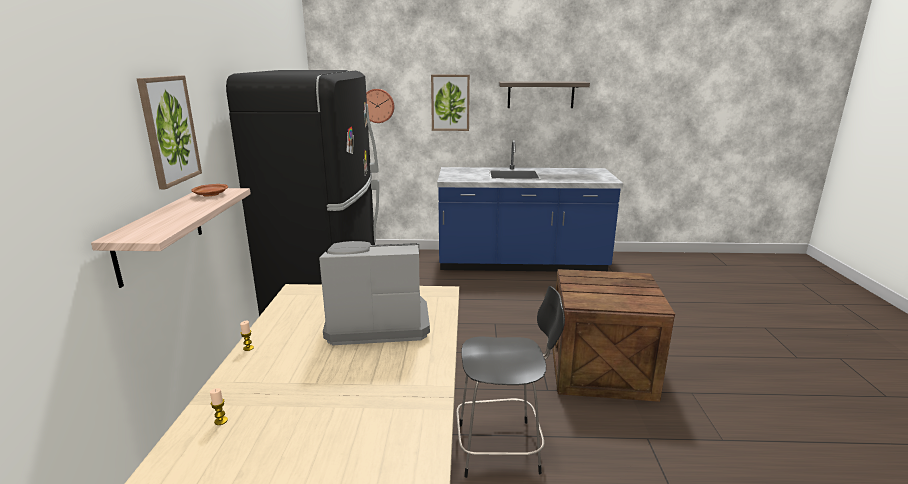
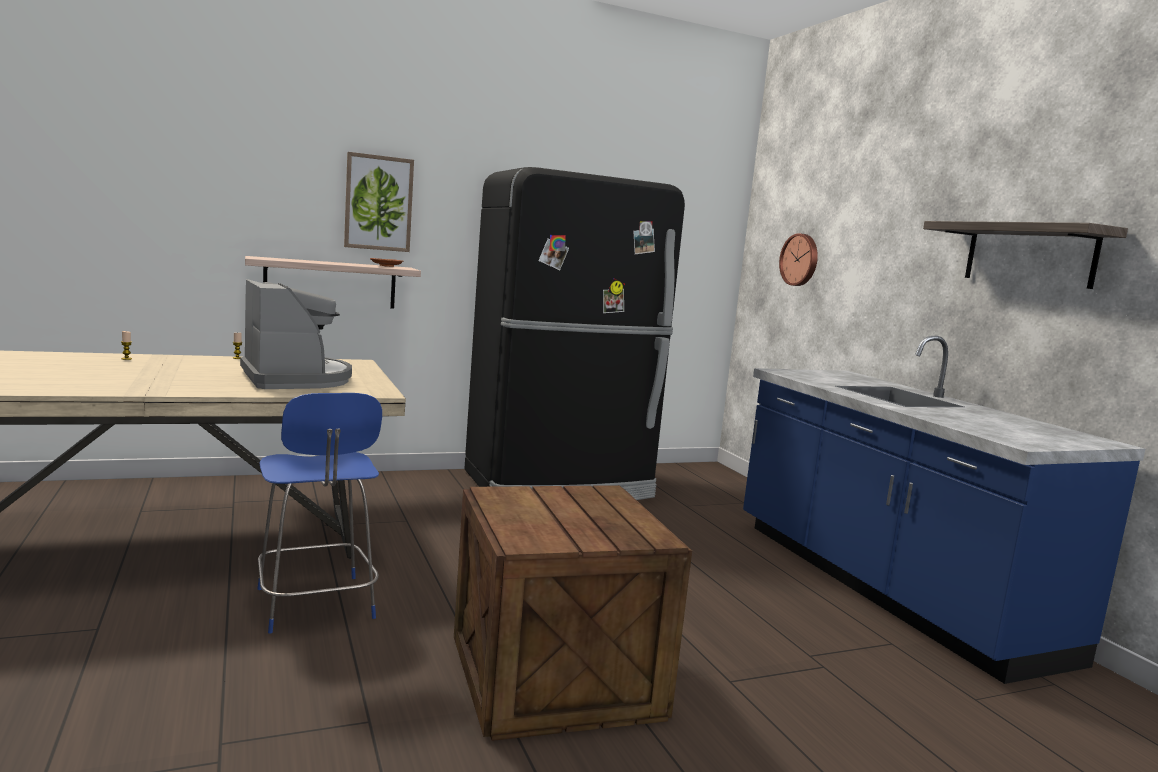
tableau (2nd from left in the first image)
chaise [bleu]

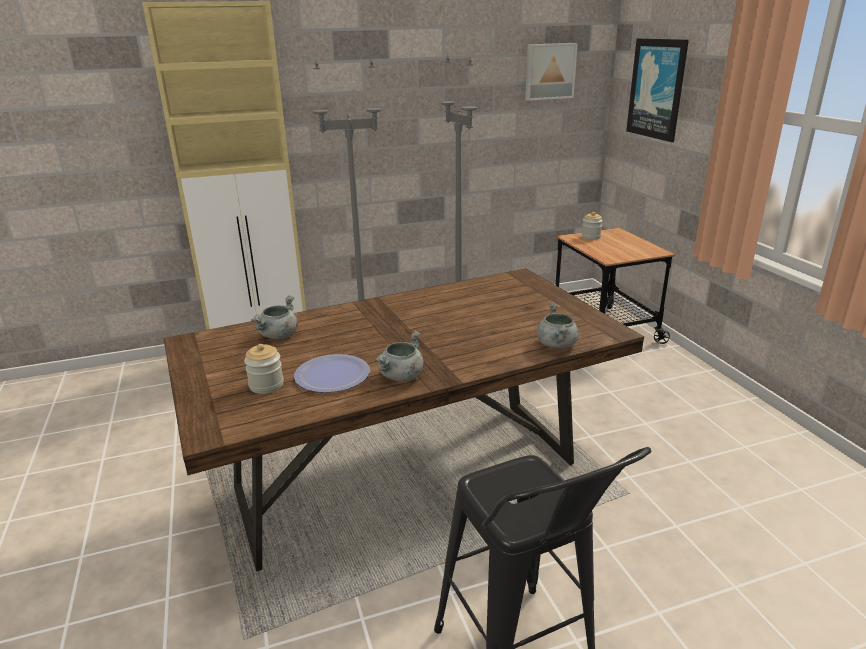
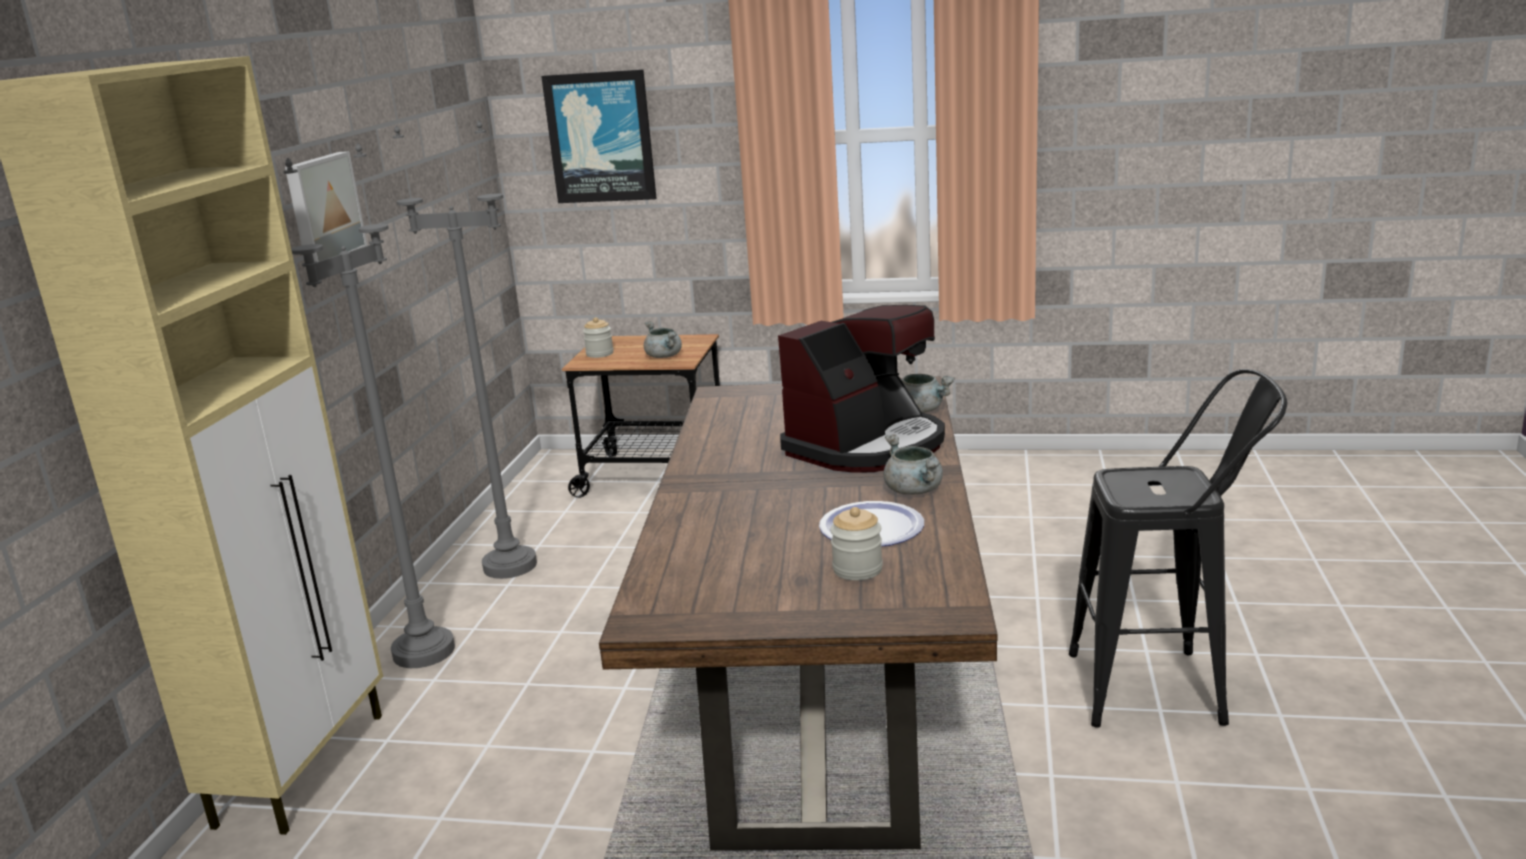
marmite [gris] (1st from left)
tableau (1st from left)
machine à café

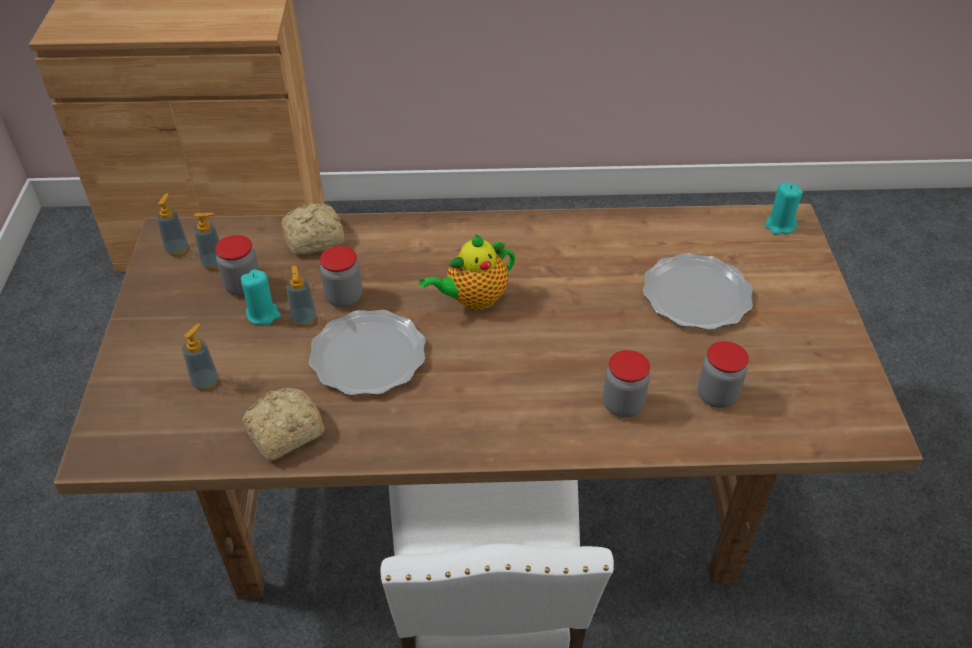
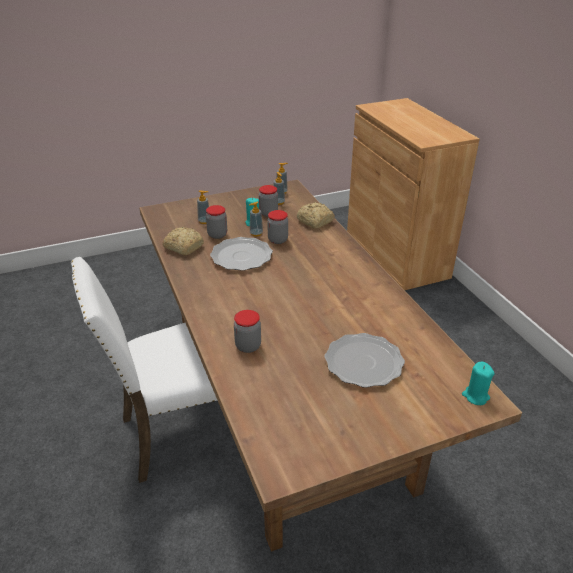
théière
bocal (1st from left)

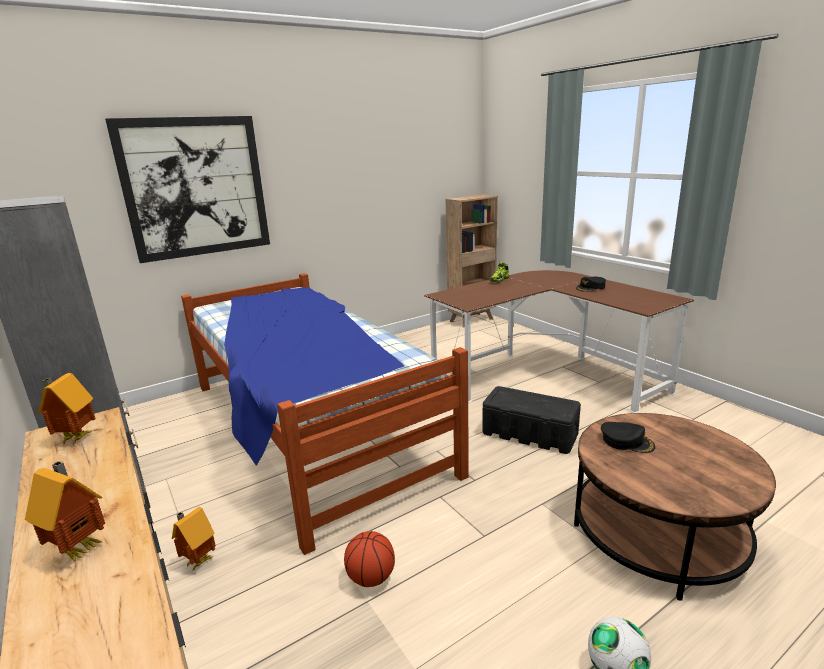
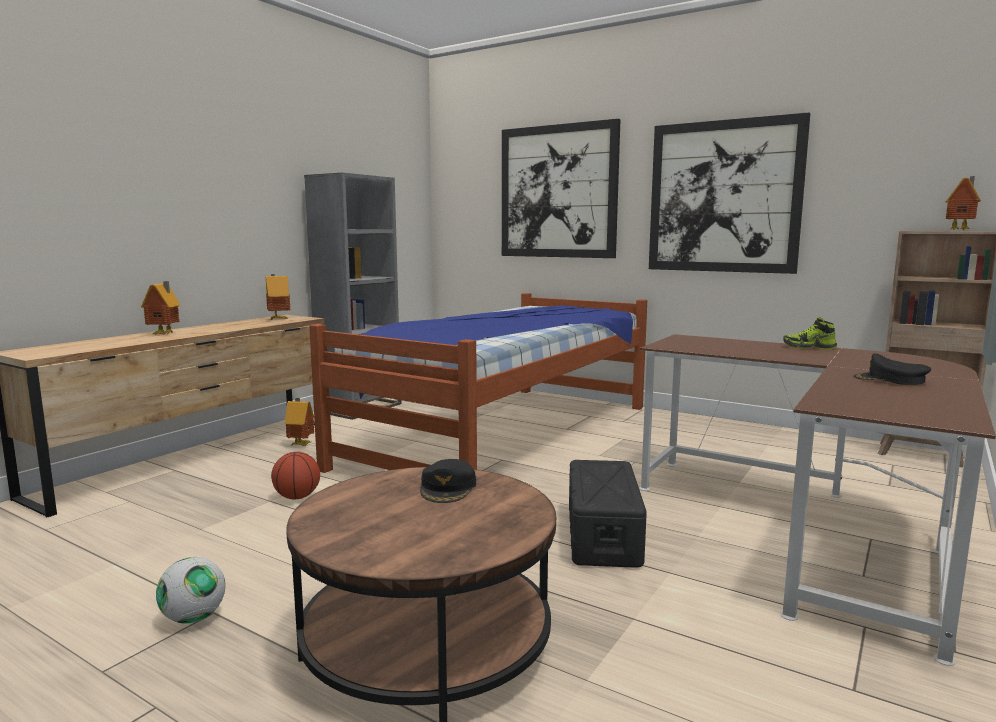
tableau (2nd from left)
maison miniature (4th from left)

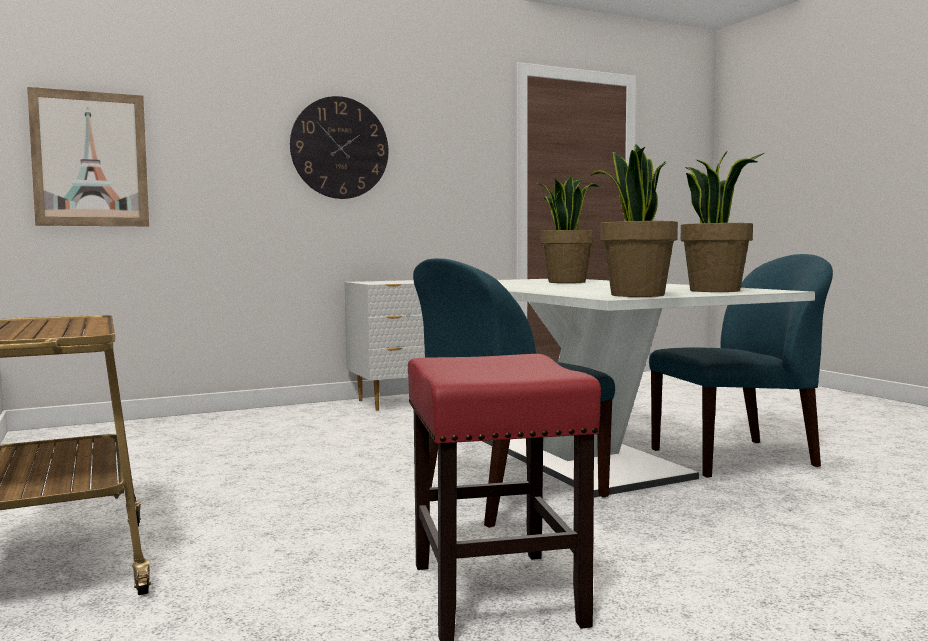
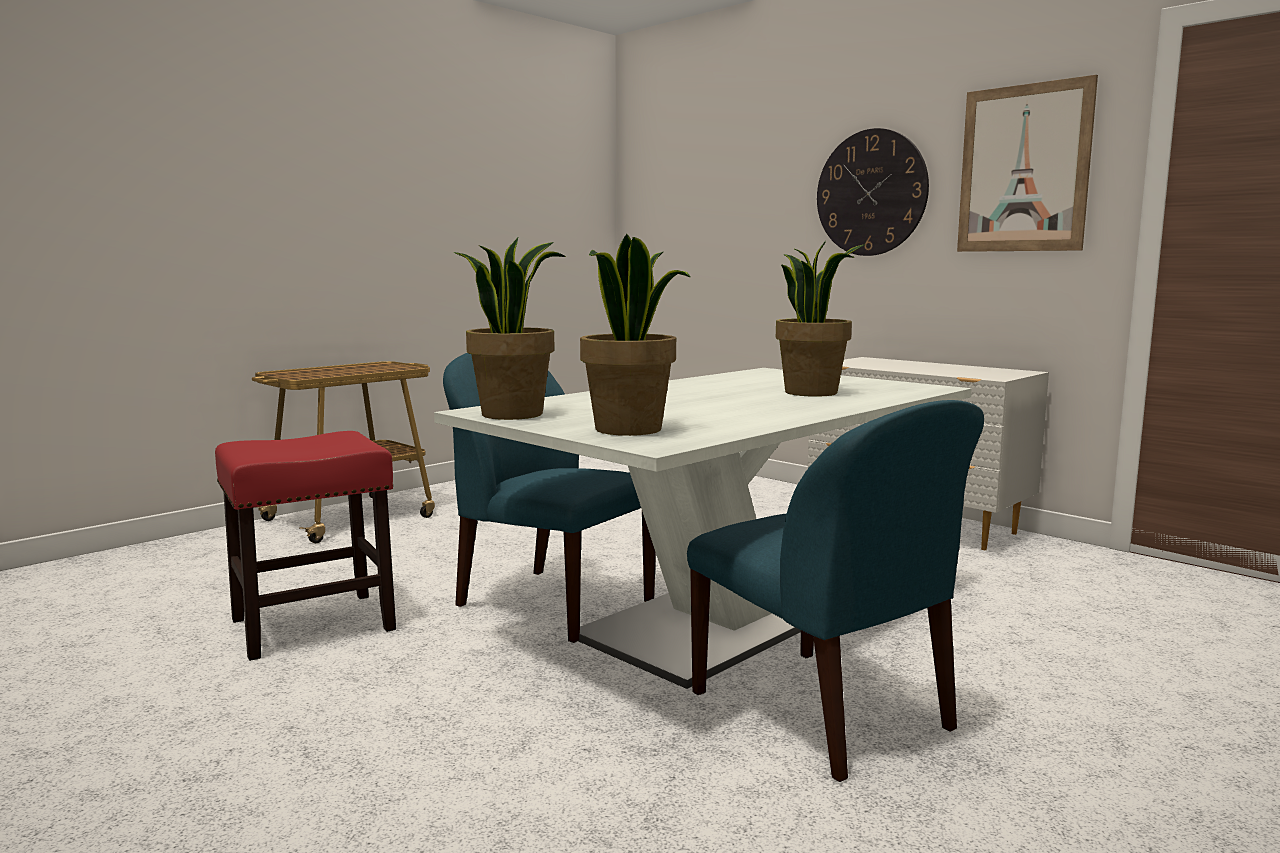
tableau

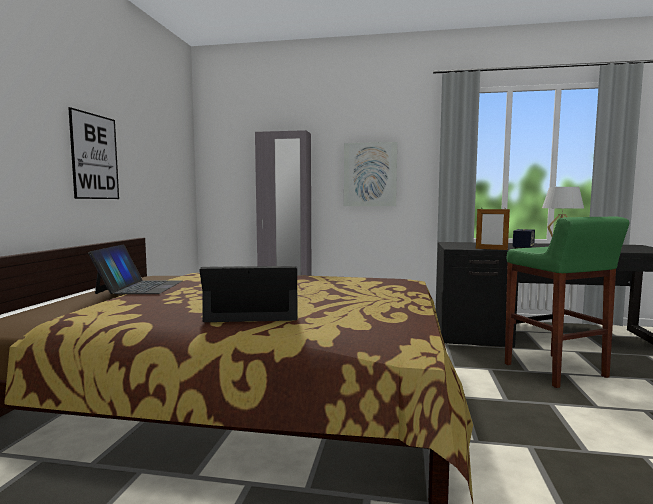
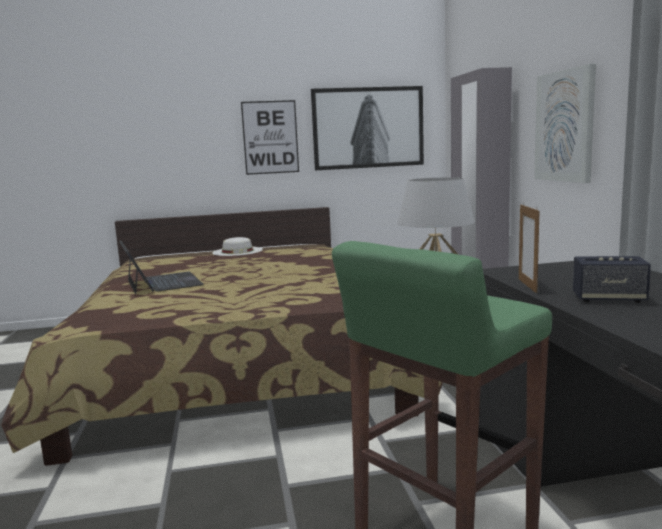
chapeau [blanc]
tableau (2nd from left)

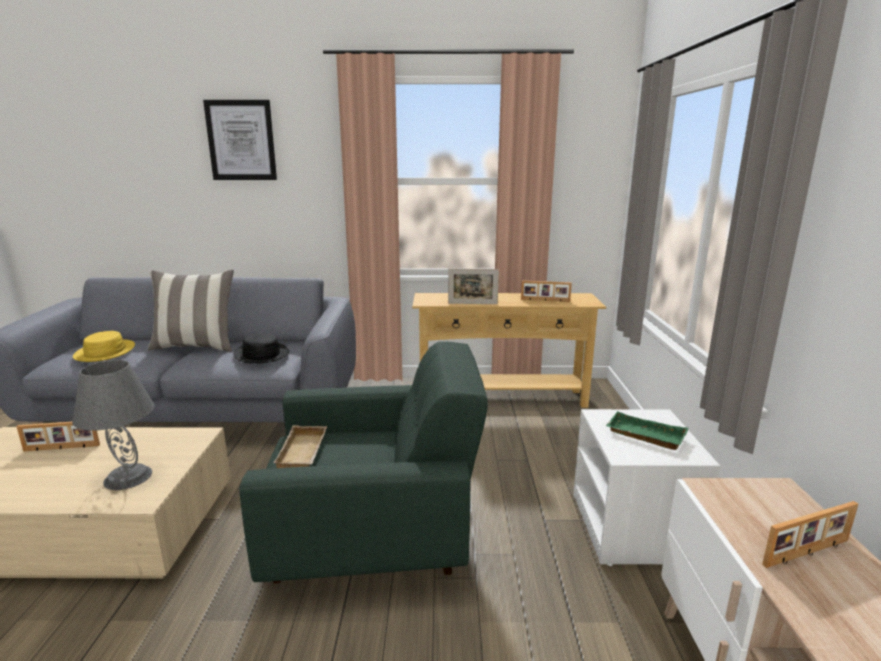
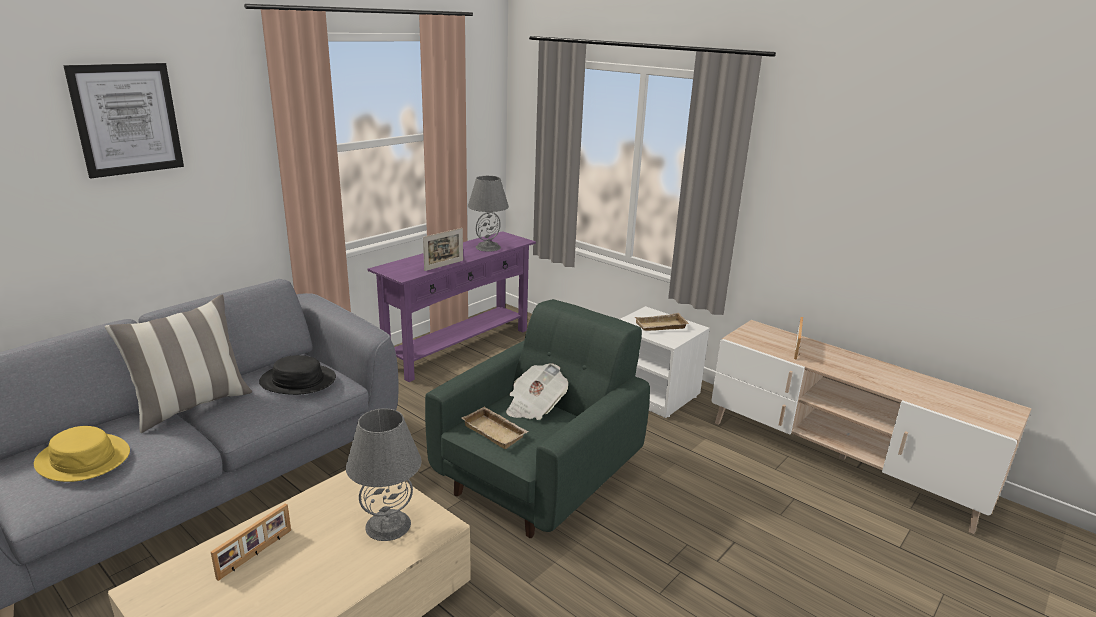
table console [violet]
lampe de table [gris] (2nd from left)
plateau [beige] (2nd from left)
journal

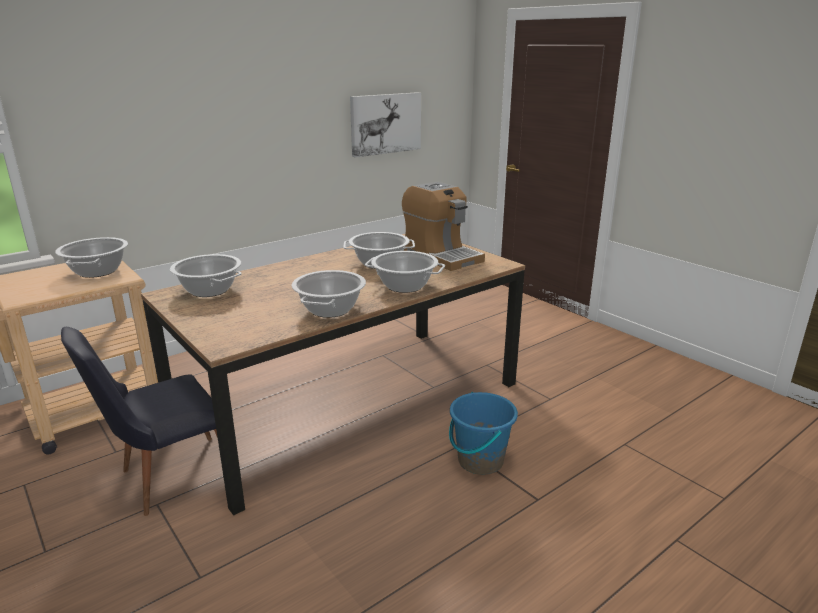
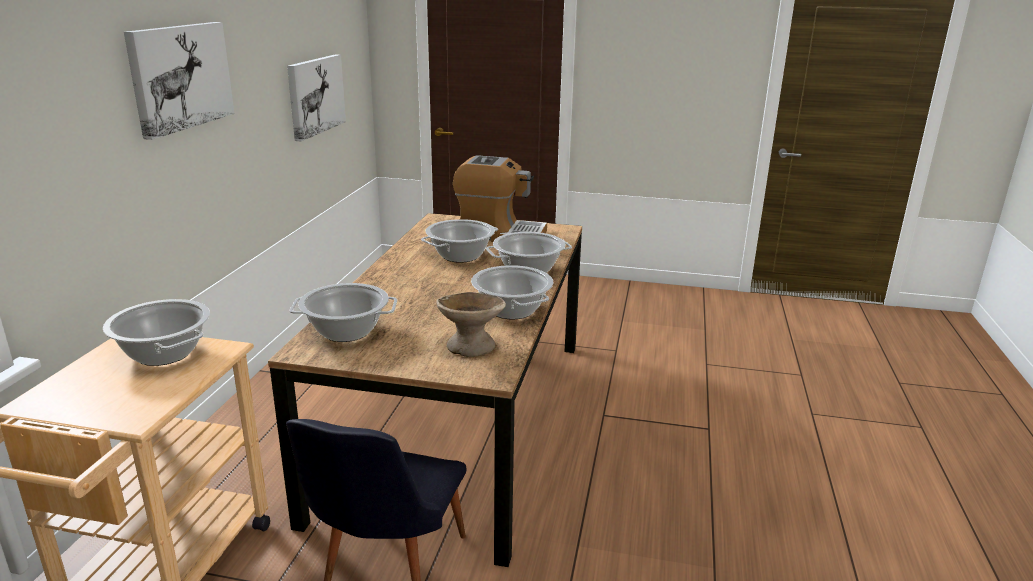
seau [bleu]
tableau (1st from left)
bol [beige]

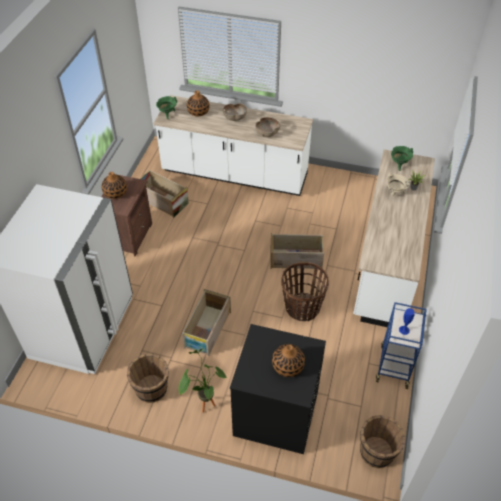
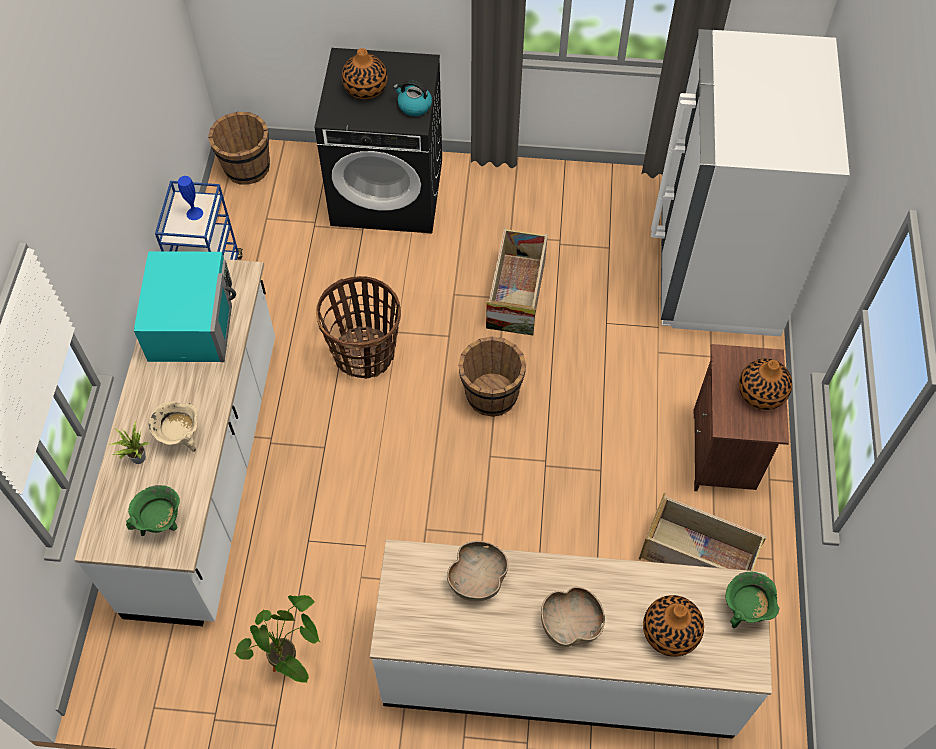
seau [marron] (2nd from left)
plante en pot (2nd from left)
caisse (3rd from left in the first image)
micro-ondes [turquoise]
bouilloire

